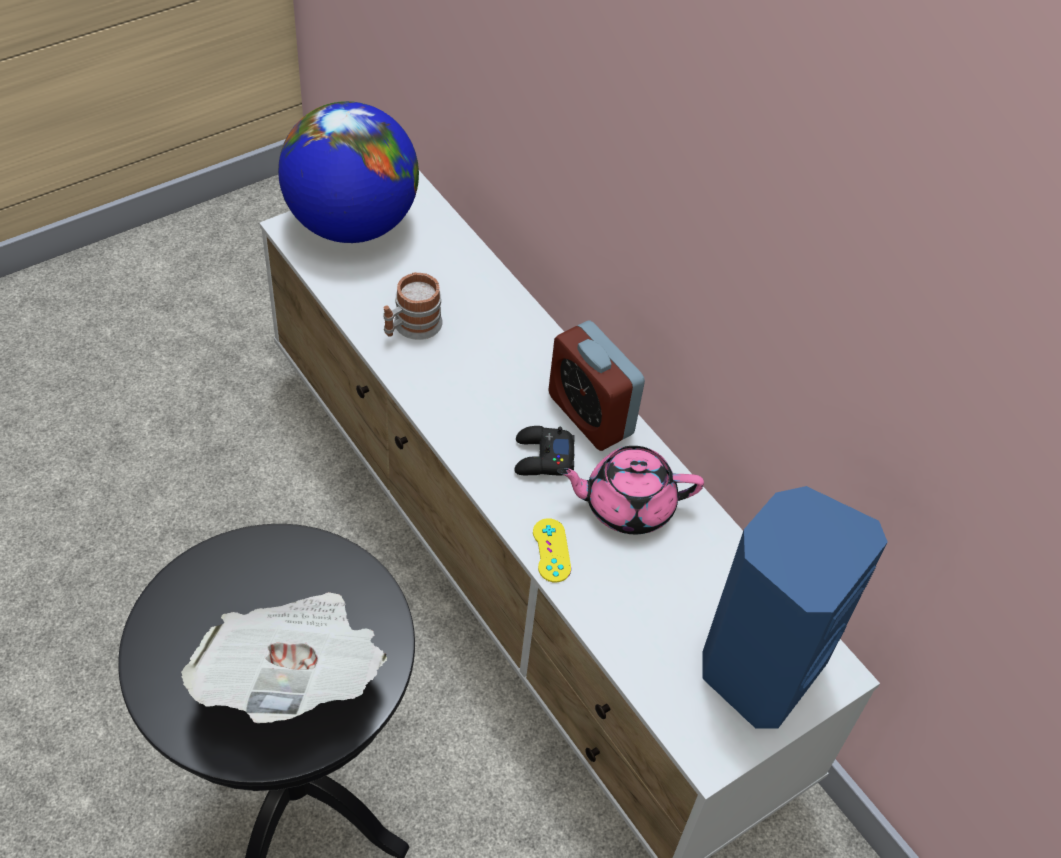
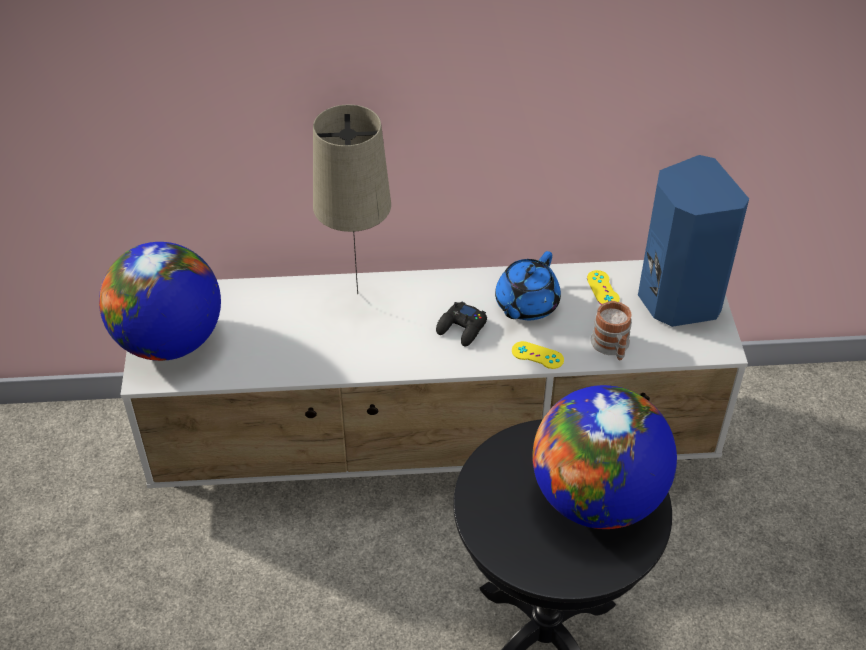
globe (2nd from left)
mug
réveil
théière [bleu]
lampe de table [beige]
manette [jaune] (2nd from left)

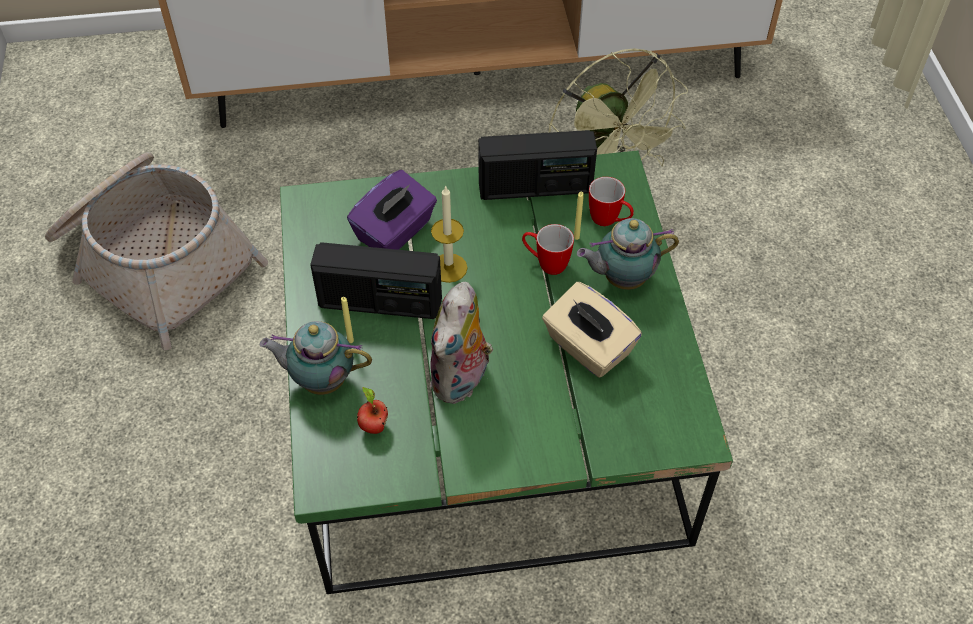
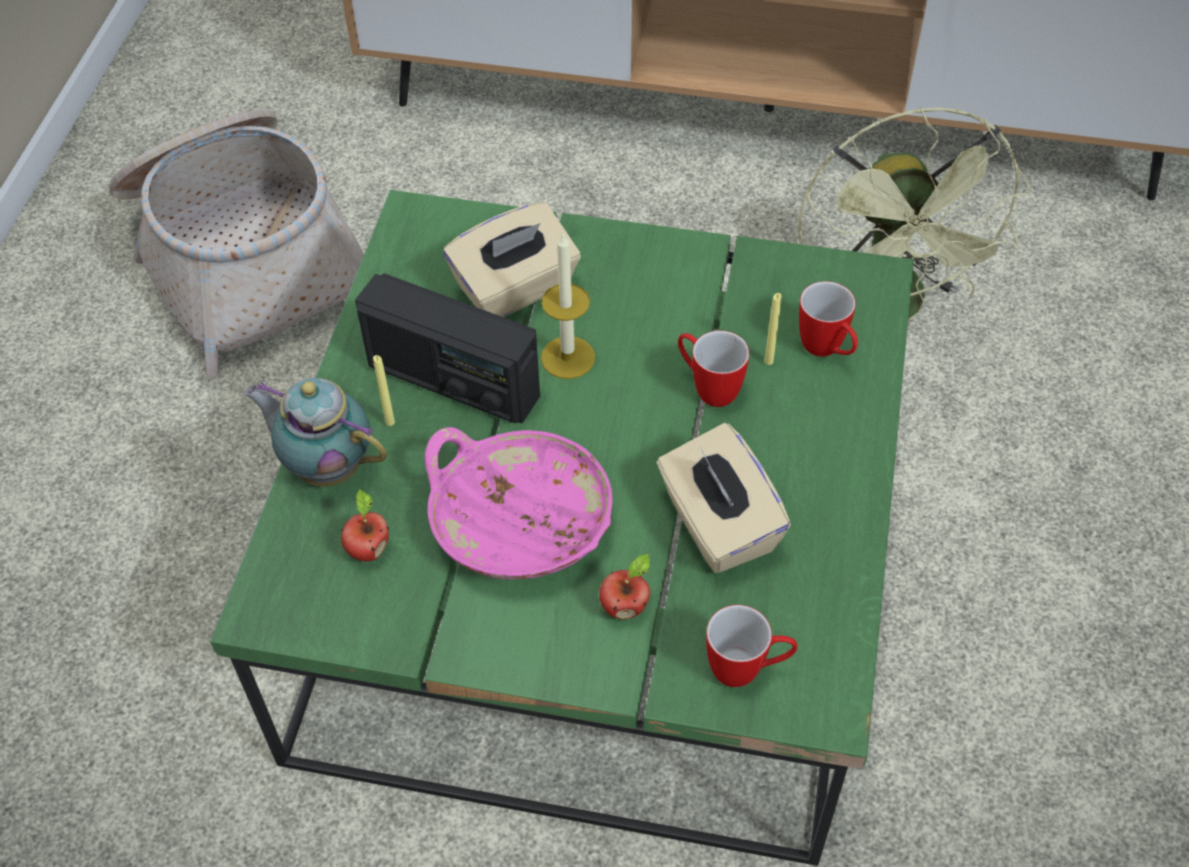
boîte à mouchoirs [beige] (1st from left)
bol [rose]
radio (2nd from left in the first image)
théière (2nd from left in the first image)
pomme (2nd from left)
mug (2nd from left)

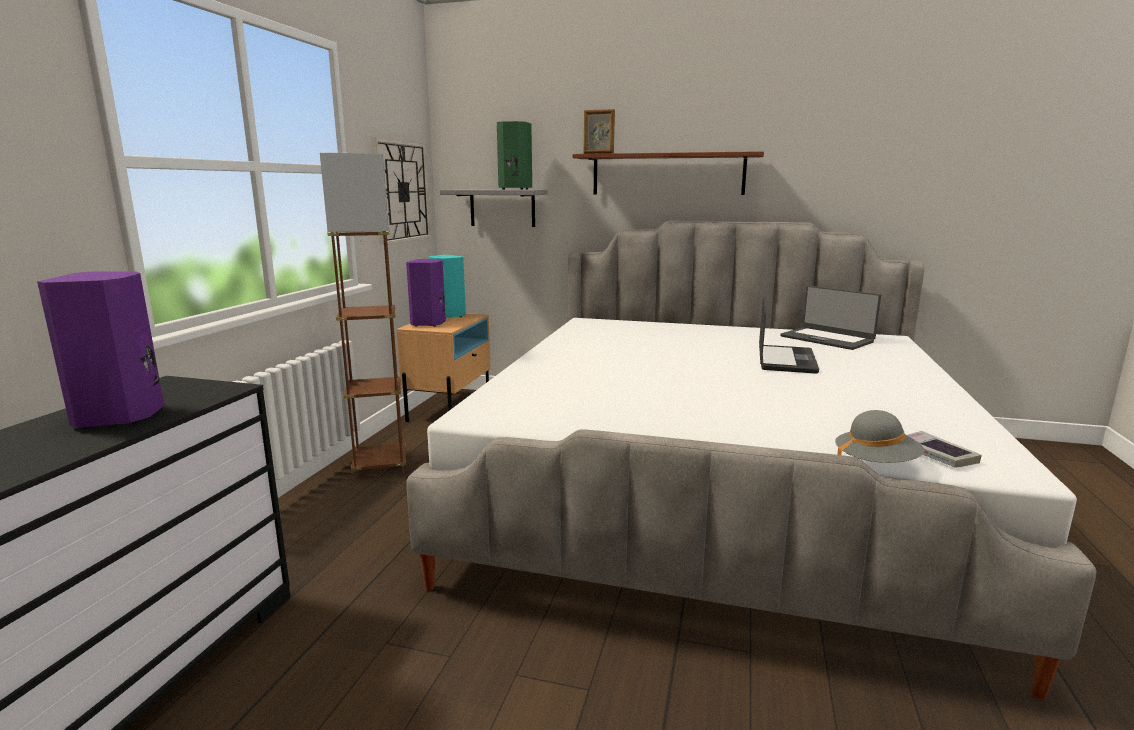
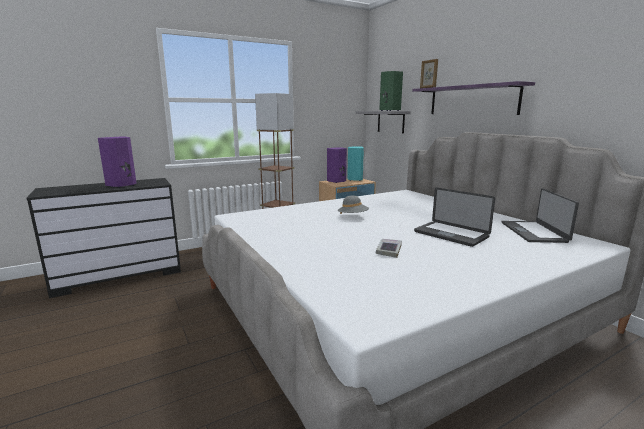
horloge murale
étagère [violet]
ordinateur portable (1st from left)
chapeau [gris]
livre

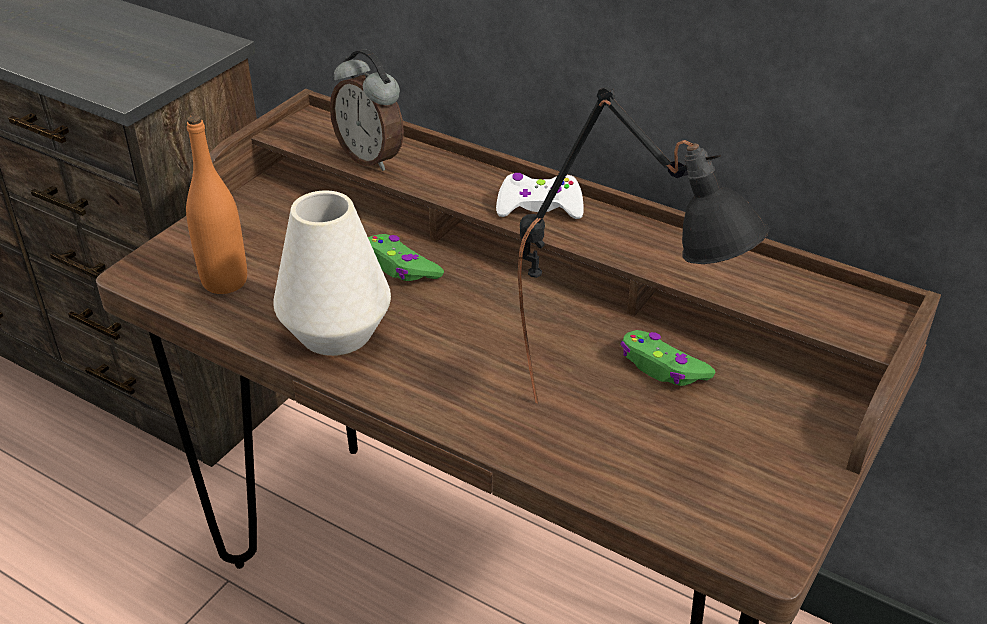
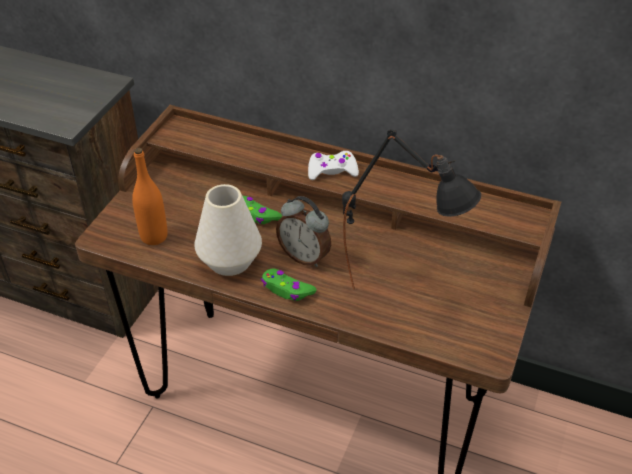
réveil
manette [vert] (2nd from left)

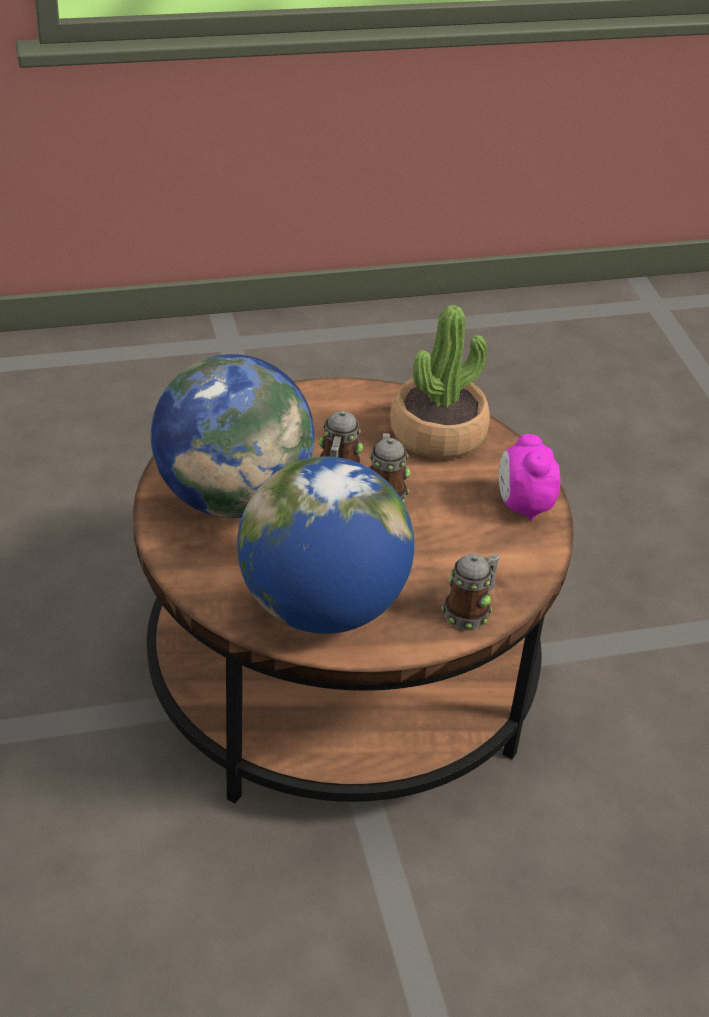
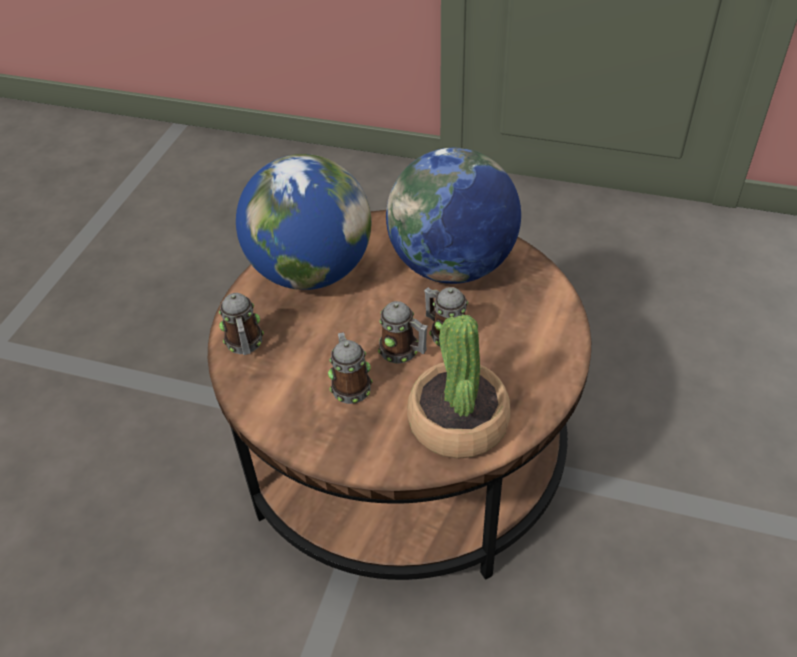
réveil
mug (2nd from left)

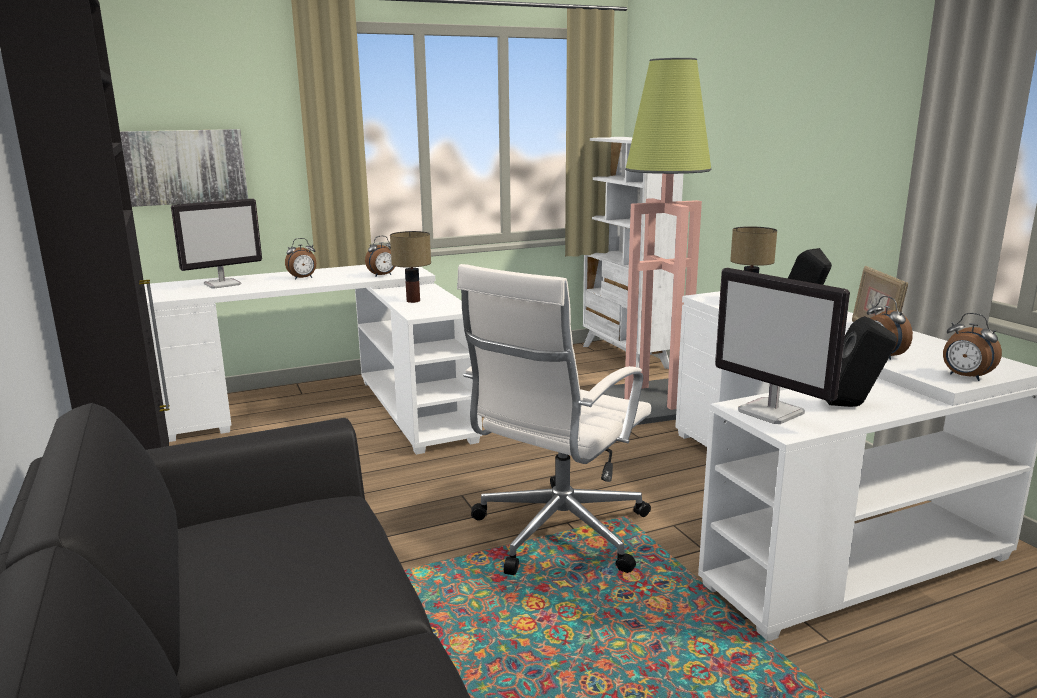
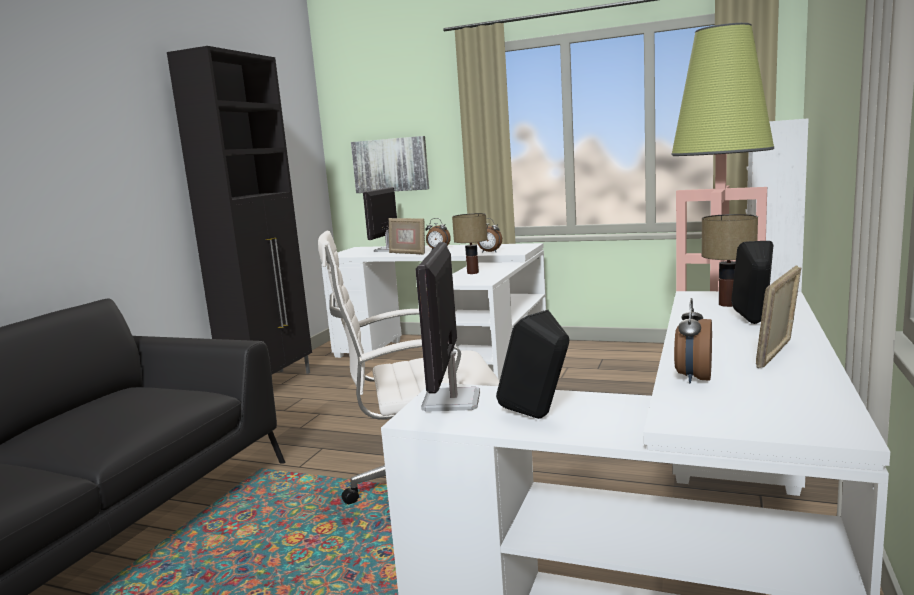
écran d'ordinateur (1st from left)
réveil (4th from left in the first image)
cadre photo (1st from left)

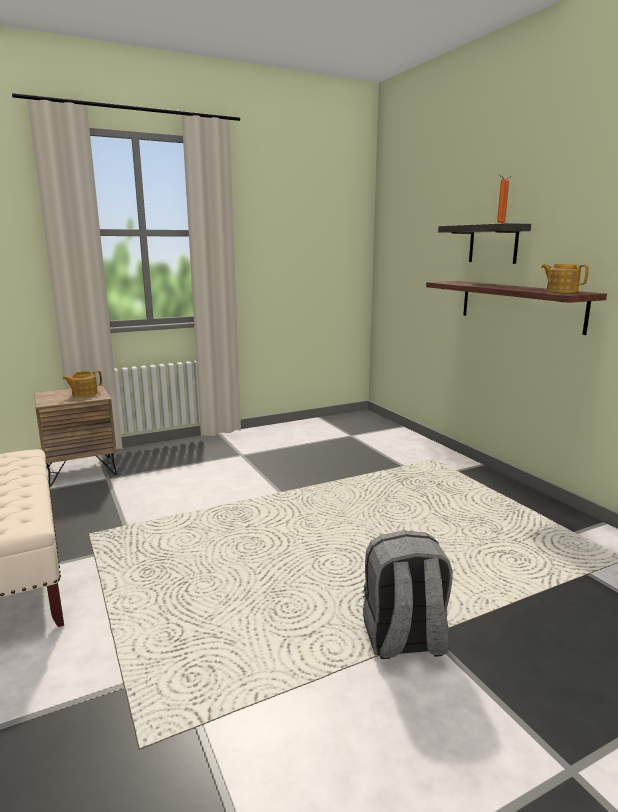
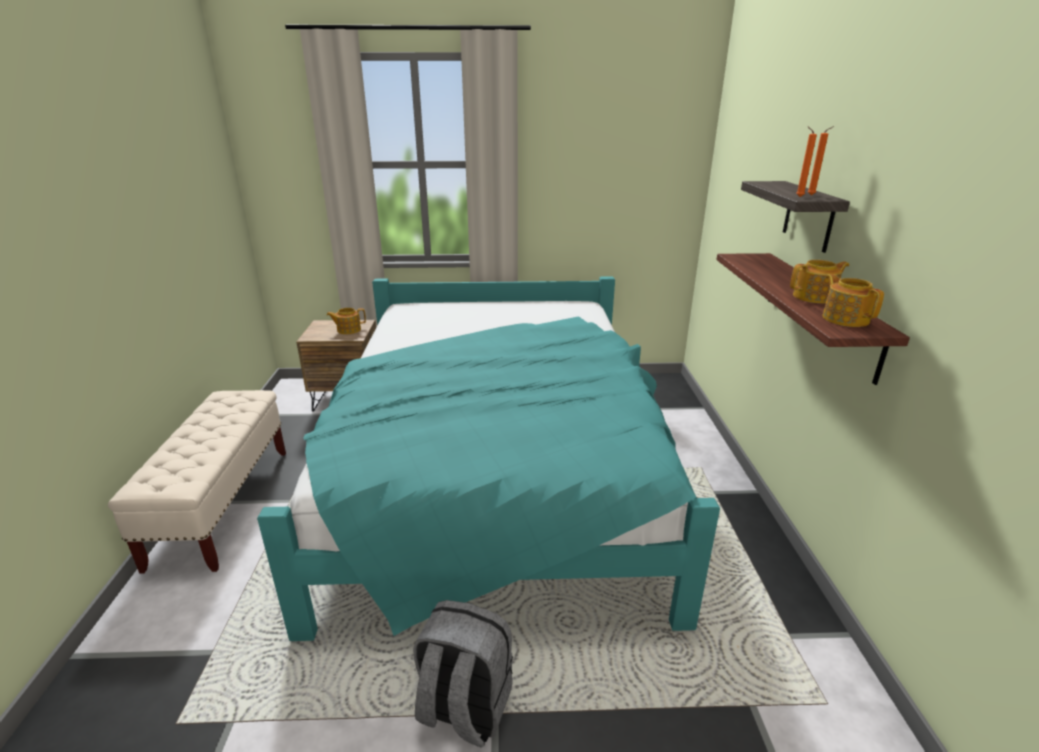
lit [turquoise]
théière (2nd from left)

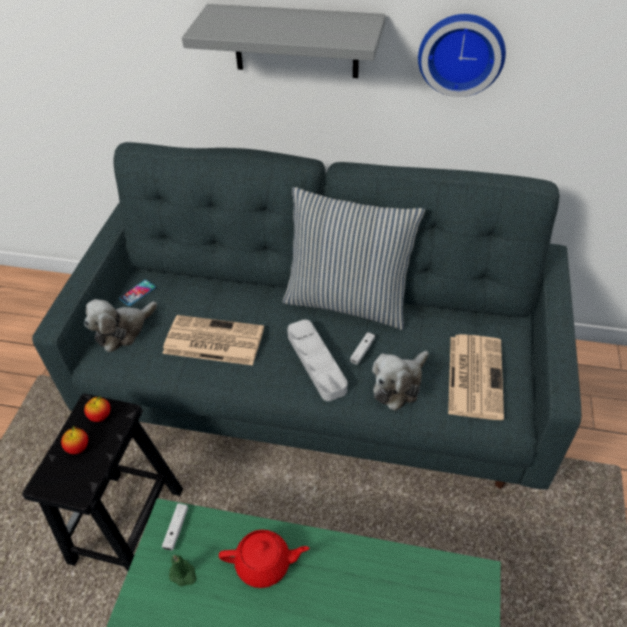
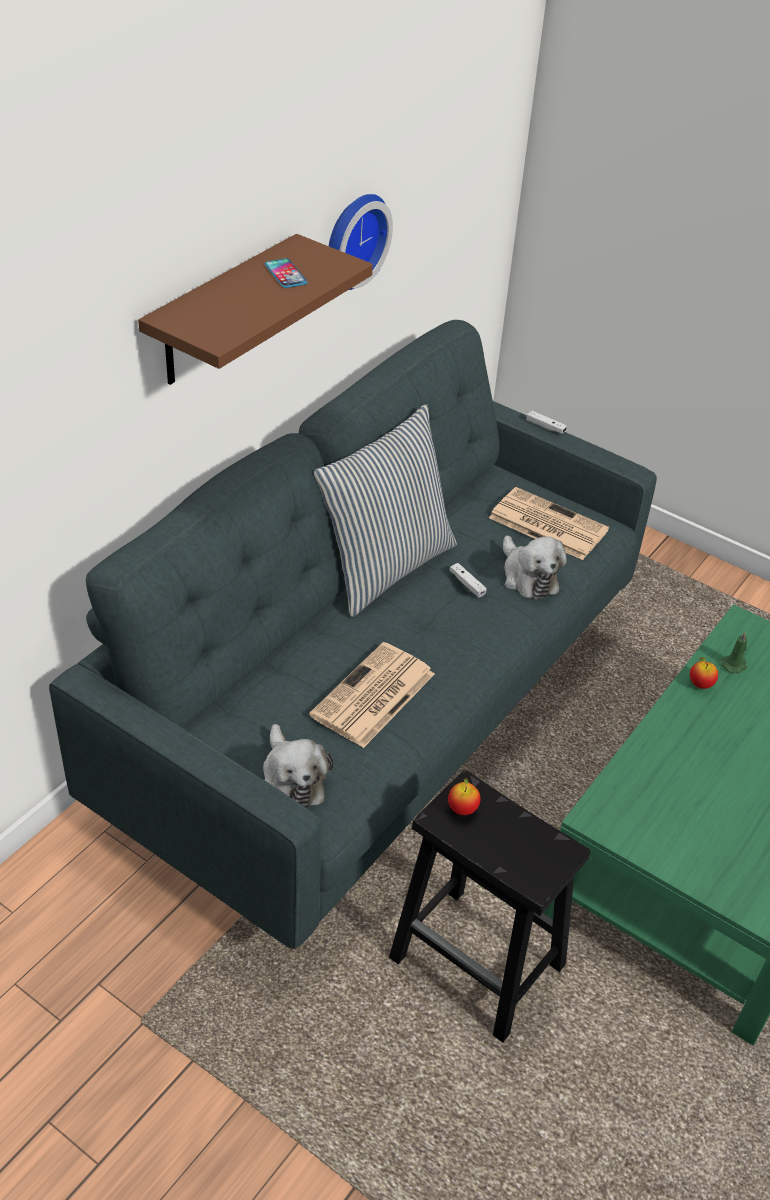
pomme (2nd from left)
téléphone
manette [blanc] (2nd from left)
bougie [vert]
étagère [marron]
théière [rouge]
plateau [gris]

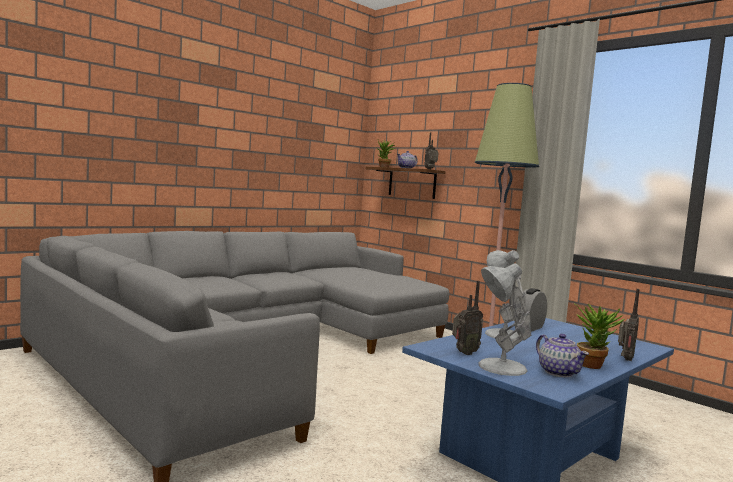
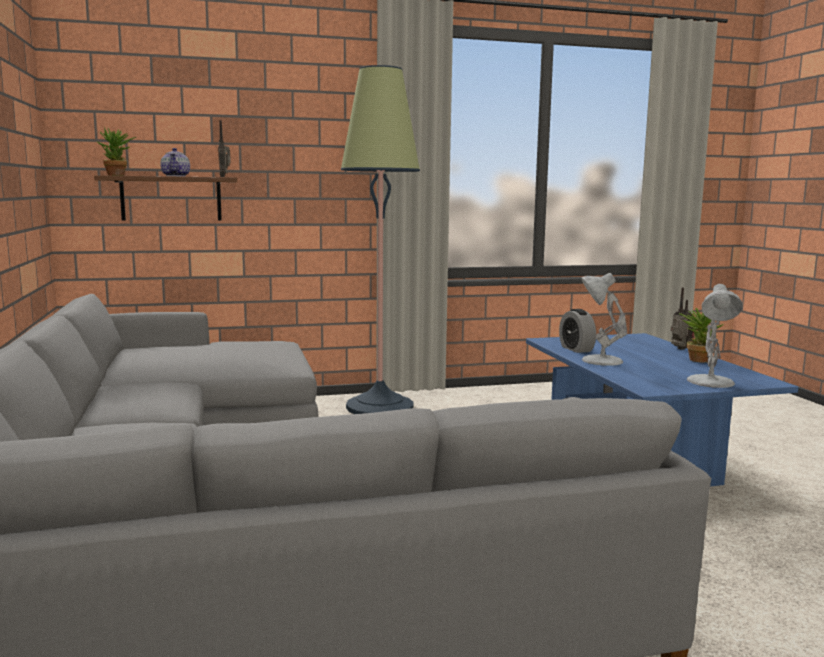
radio (2nd from left in the first image)
théière (2nd from left in the first image)

